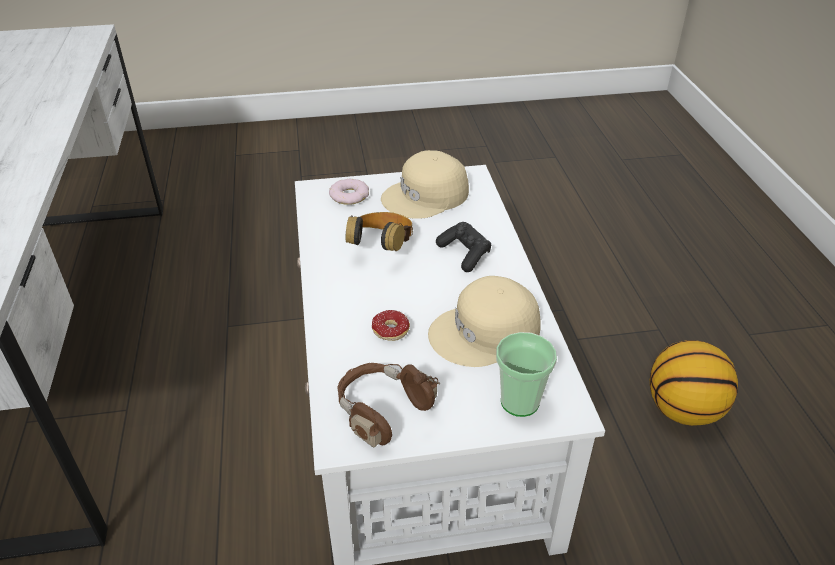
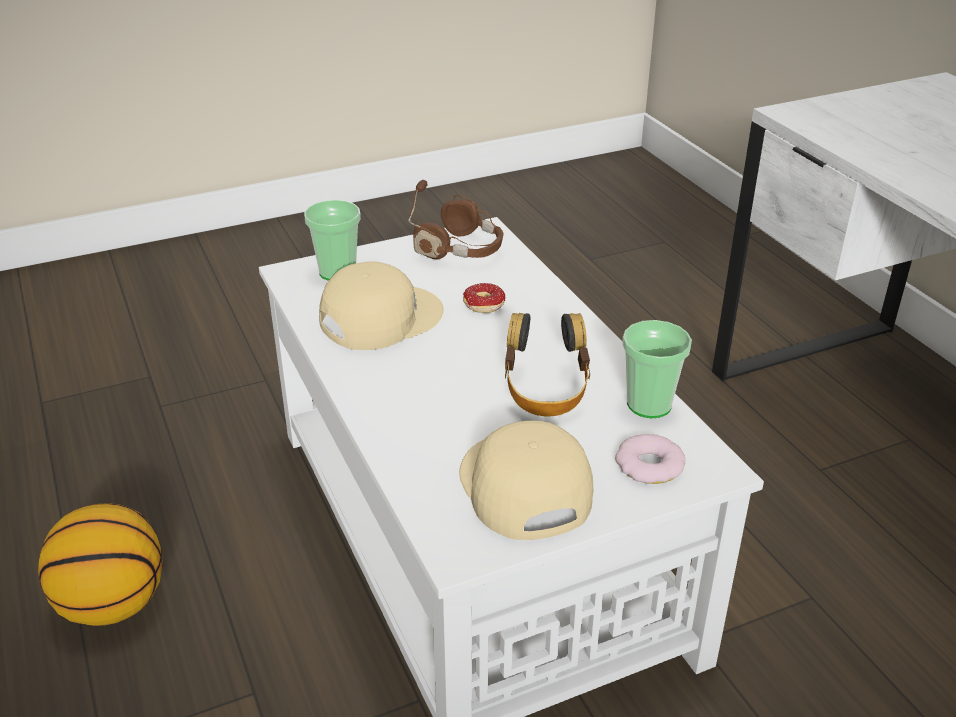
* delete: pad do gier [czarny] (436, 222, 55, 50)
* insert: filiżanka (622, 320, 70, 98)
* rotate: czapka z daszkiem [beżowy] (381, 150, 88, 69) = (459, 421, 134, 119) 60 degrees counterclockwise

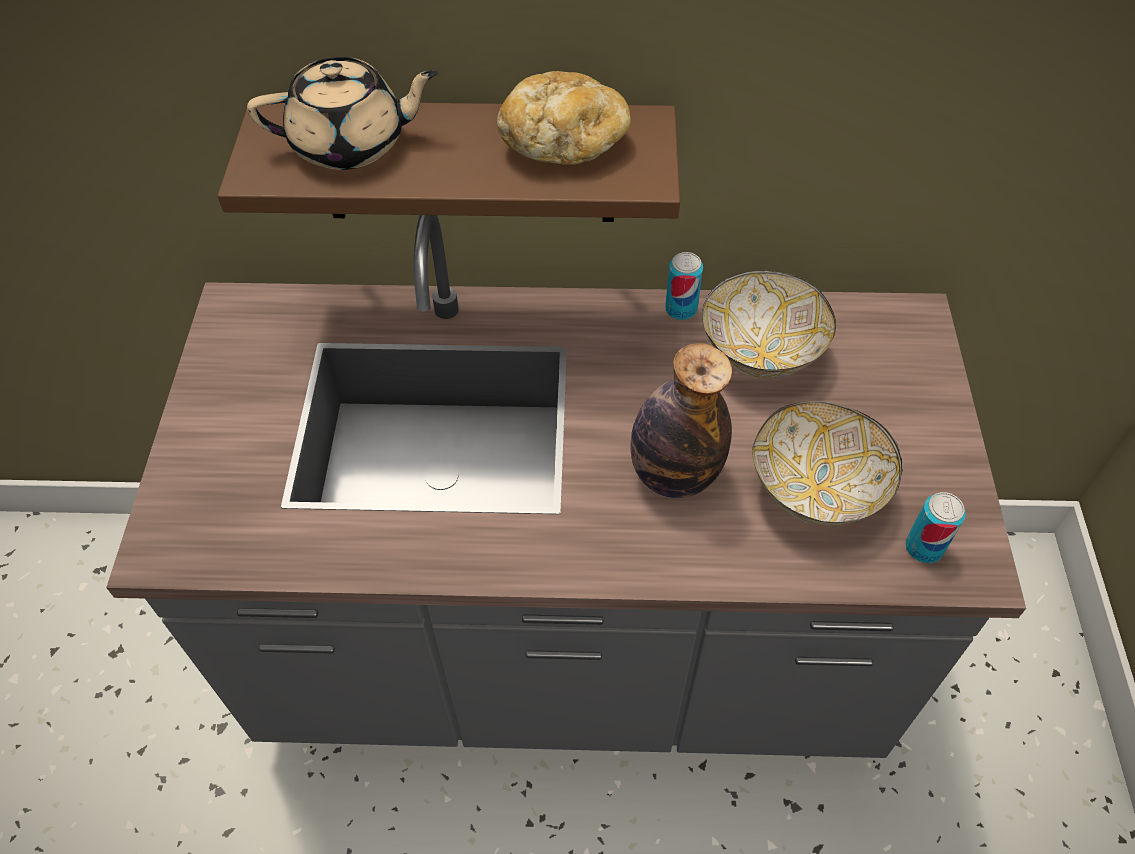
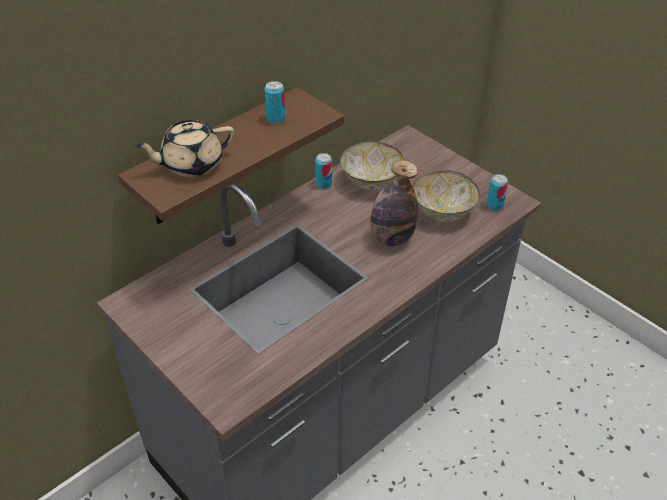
* replace: chleb (497, 71, 134, 94) to puszka (265, 81, 21, 43)
* rotate: imbryk [beżowy] (247, 57, 192, 113) = (135, 120, 100, 57) 150 degrees counterclockwise

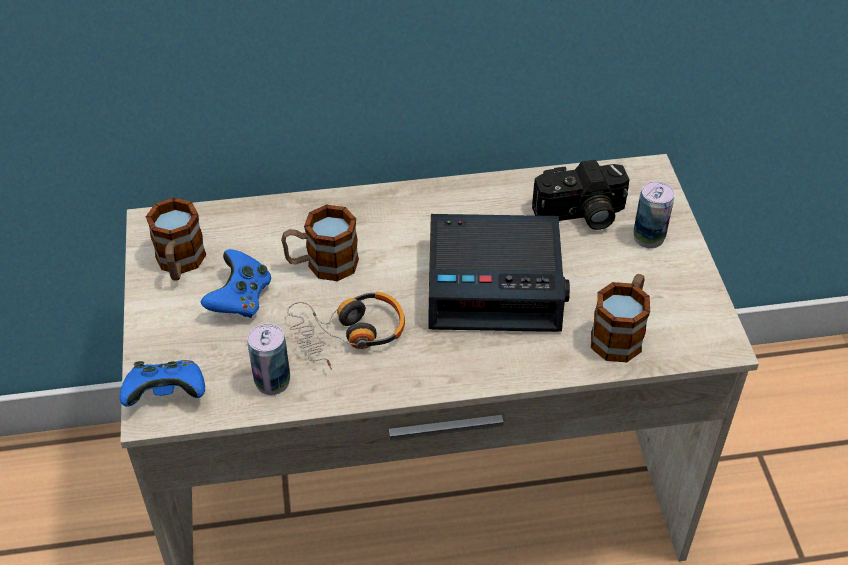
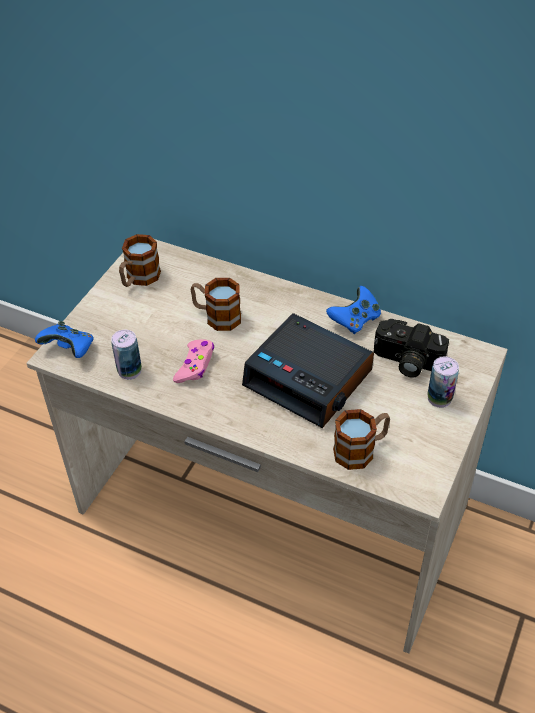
* move: pad do gier [niebieski] (201, 249, 70, 69) to (326, 286, 55, 48)
* replace: słuchawki (287, 292, 118, 78) to pad do gier [różowy] (173, 339, 41, 44)

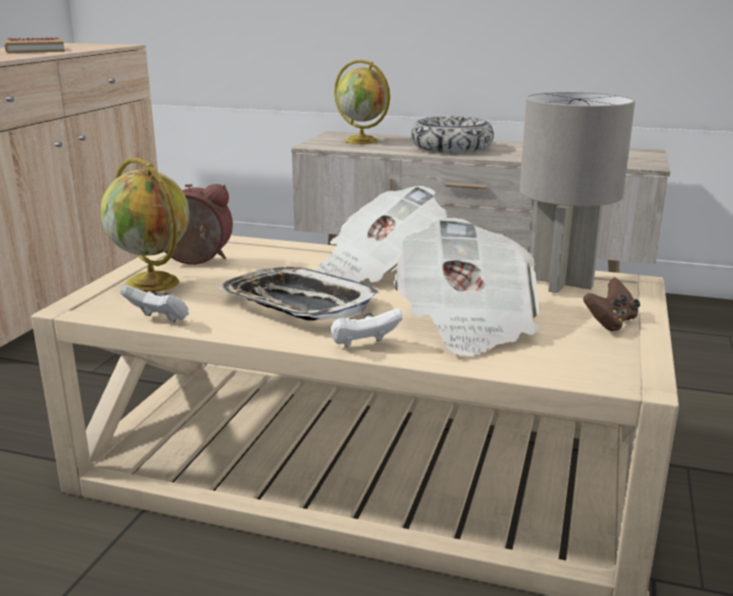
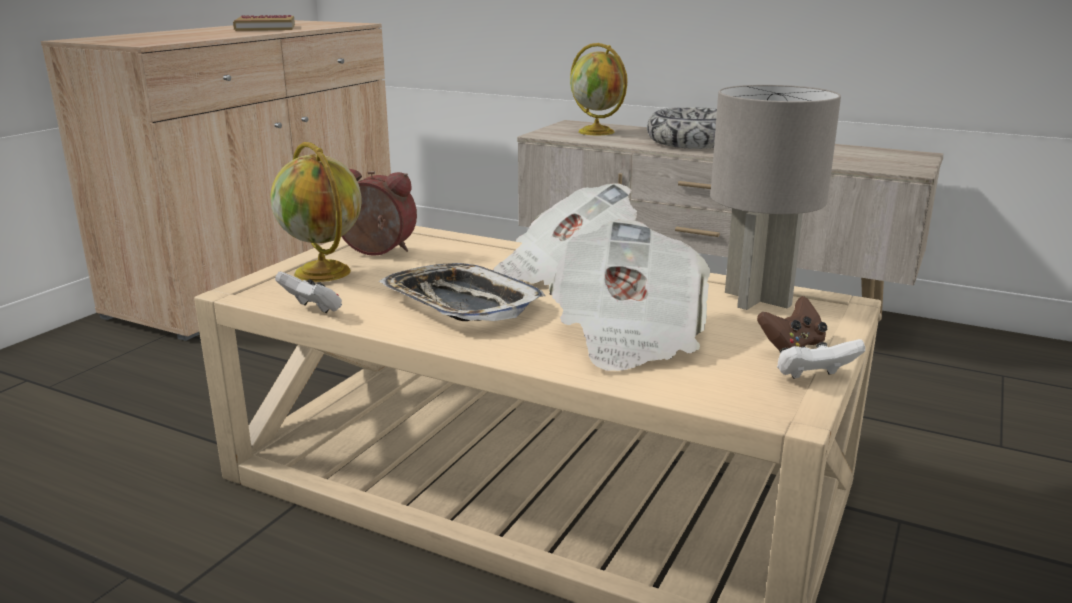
* move: pad do gier [biały] (331, 309, 72, 38) to (777, 339, 88, 40)

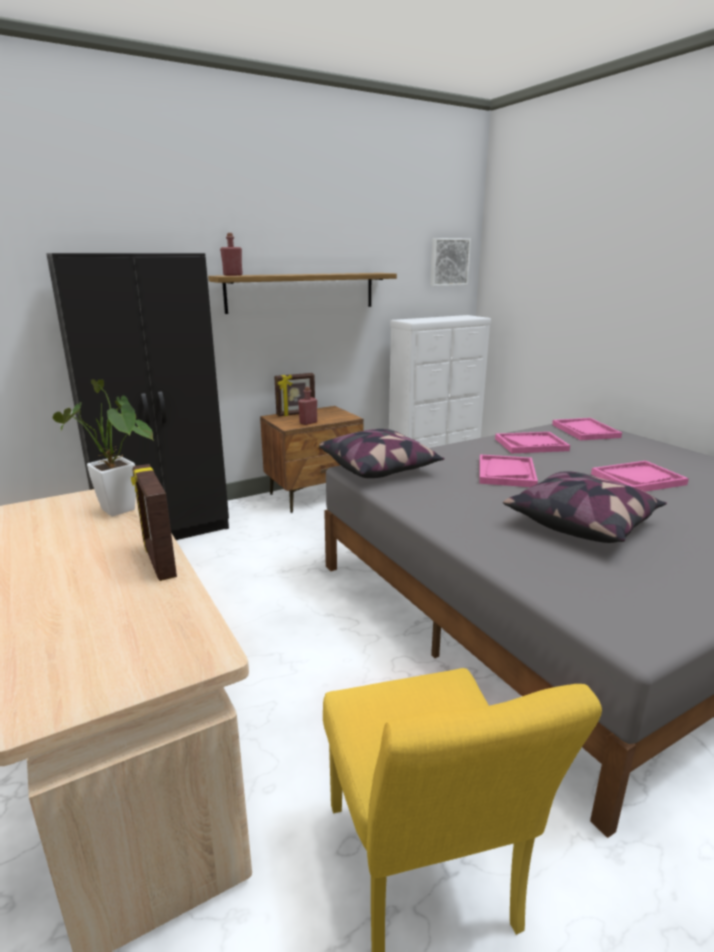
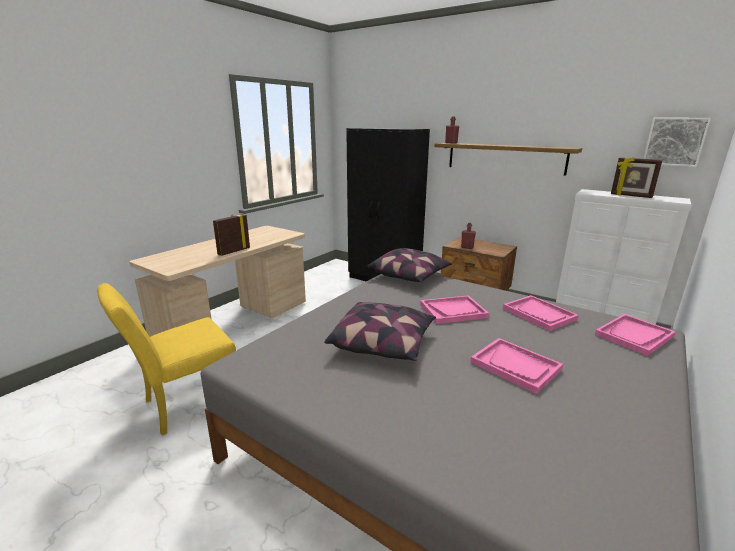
* delete: roślina doniczkowa (53, 379, 100, 137)
* move: ramka na zdjęcie (274, 373, 41, 43) to (611, 157, 51, 41)

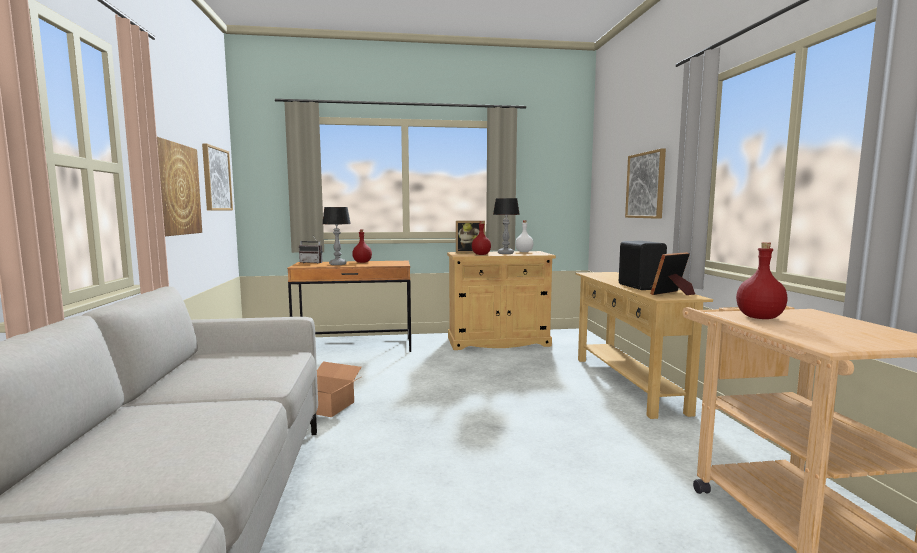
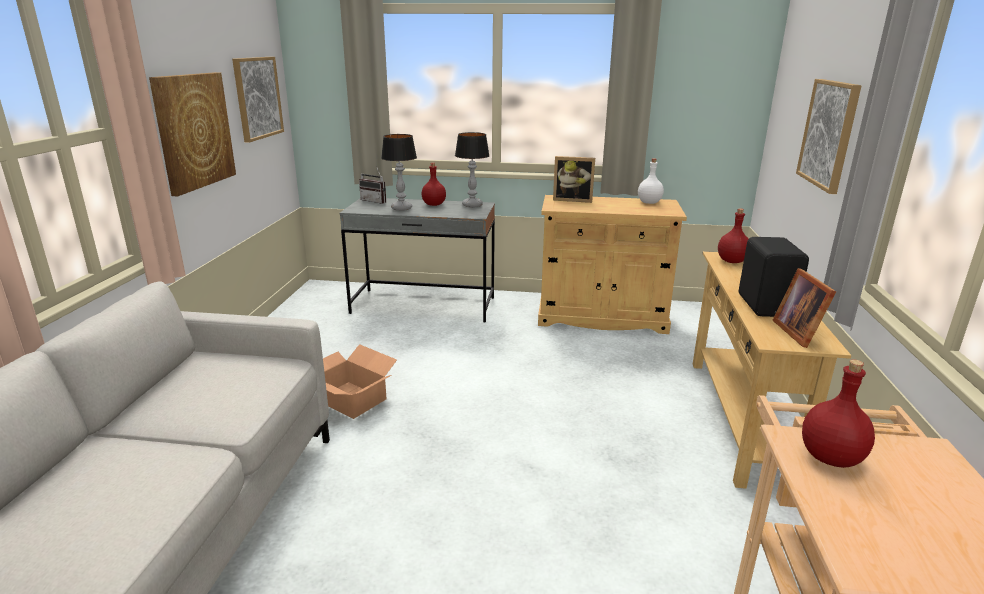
* move: butelka [czerwony] (472, 221, 19, 34) to (718, 208, 31, 55)
* move: lampa stołowa (493, 198, 27, 56) to (455, 132, 35, 76)
* recolor: biurko [brązowy] (287, 261, 124, 91) to biurko [szary] (340, 198, 155, 125)
* rotate: ramka na zdjęcie (650, 252, 45, 43) = (772, 268, 64, 80) 75 degrees counterclockwise

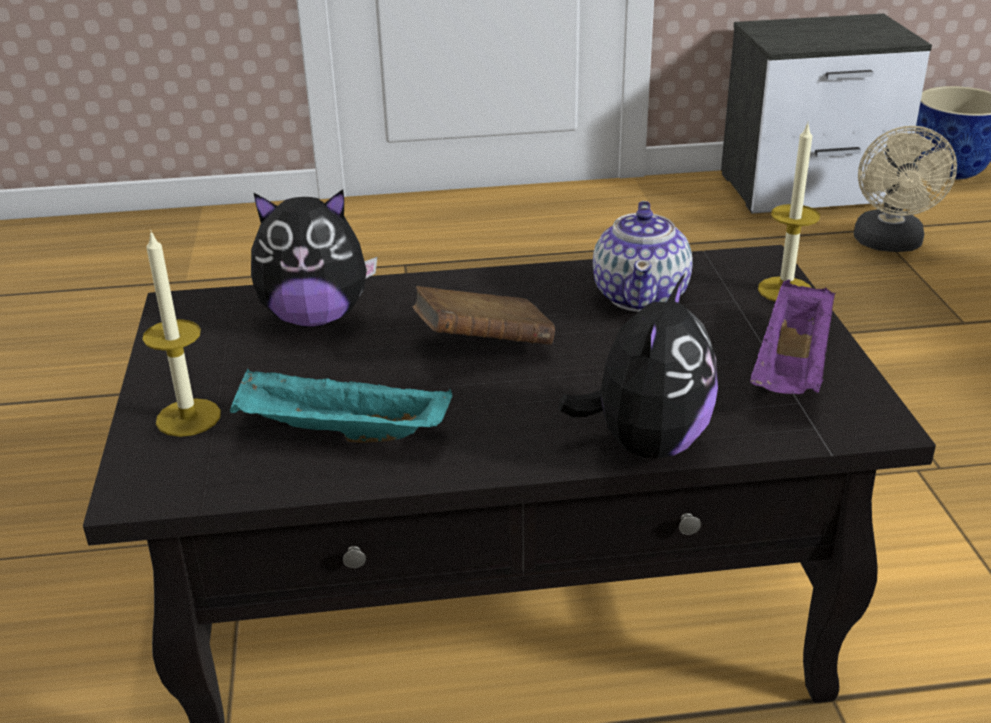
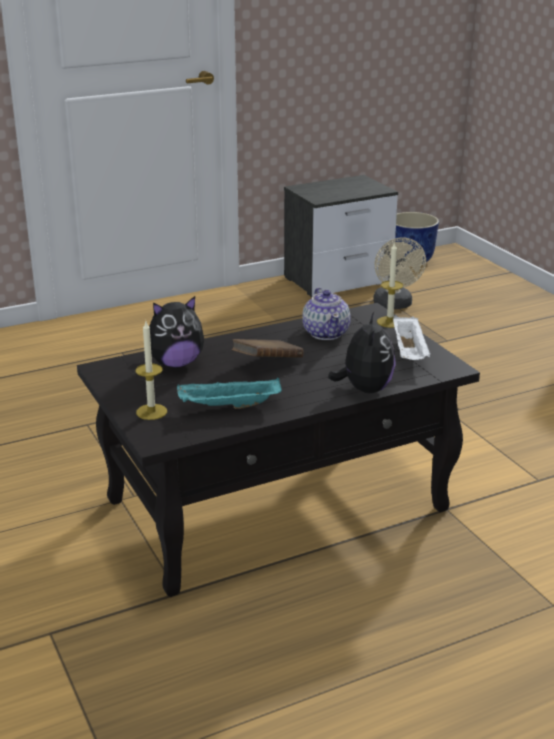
* recolor: taca [fioletowy] (750, 280, 85, 114) to taca [biały] (393, 315, 38, 45)

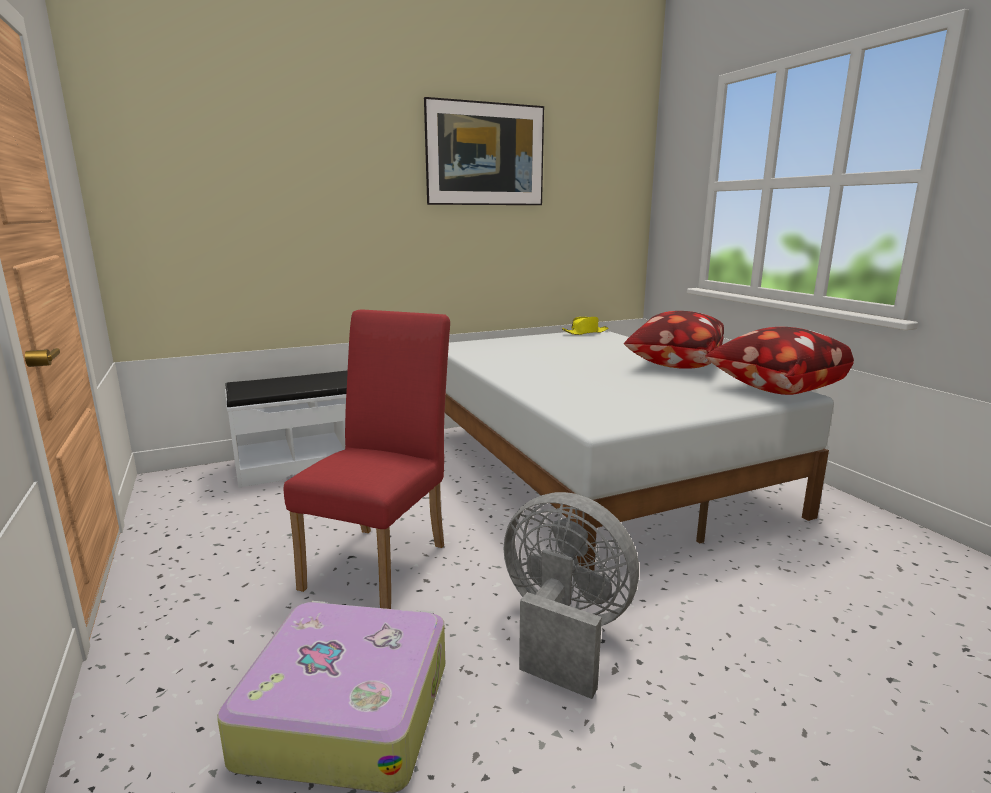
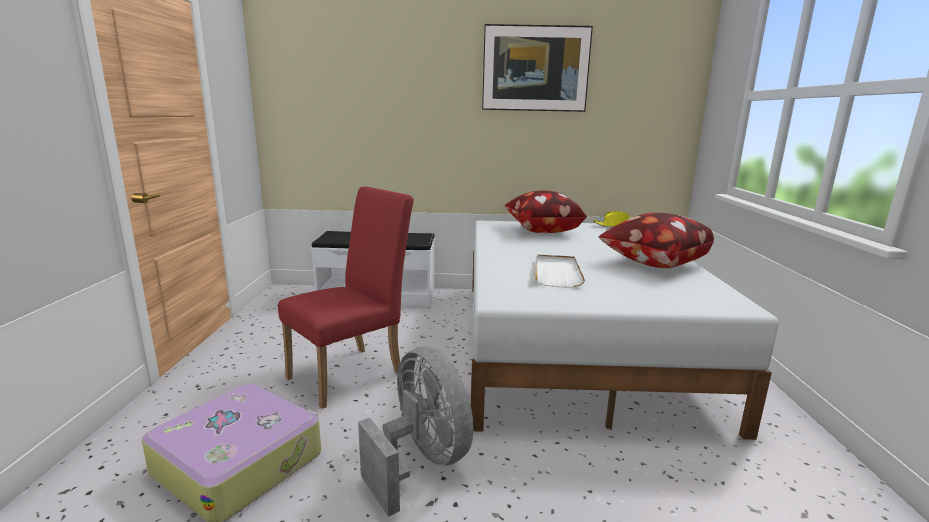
* insert: taca [biały] (534, 254, 51, 34)
* move: poduszka (705, 327, 149, 68) to (505, 191, 82, 42)

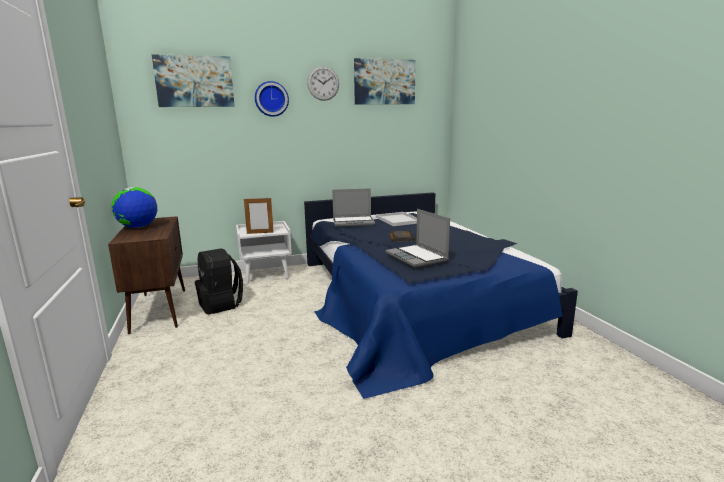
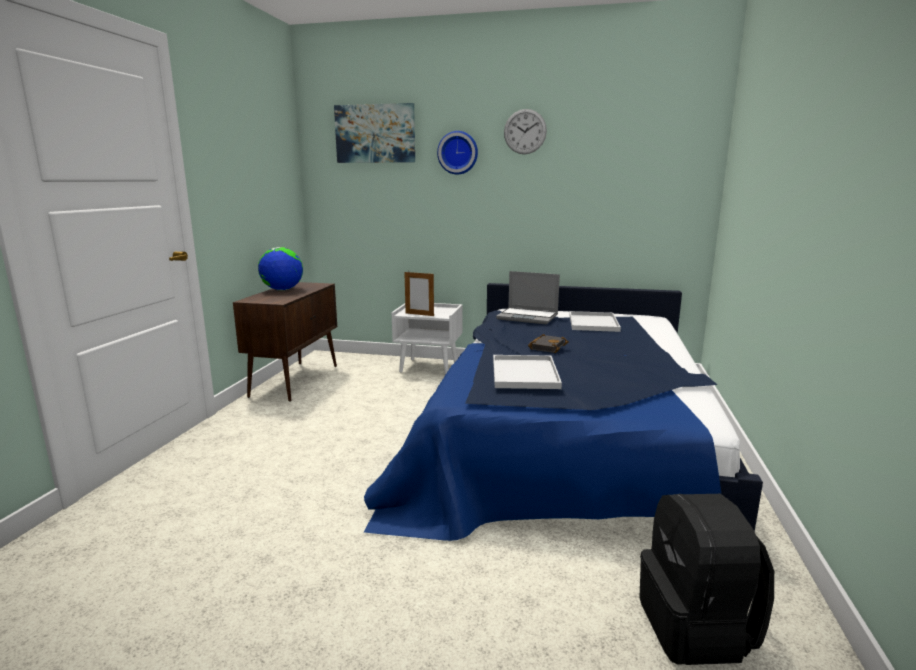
* delete: obraz (354, 58, 62, 47)
* move: plecak [czarny] (195, 248, 48, 66) to (639, 494, 135, 171)
* replace: laptop (385, 209, 65, 59) to taca [biały] (493, 355, 69, 34)

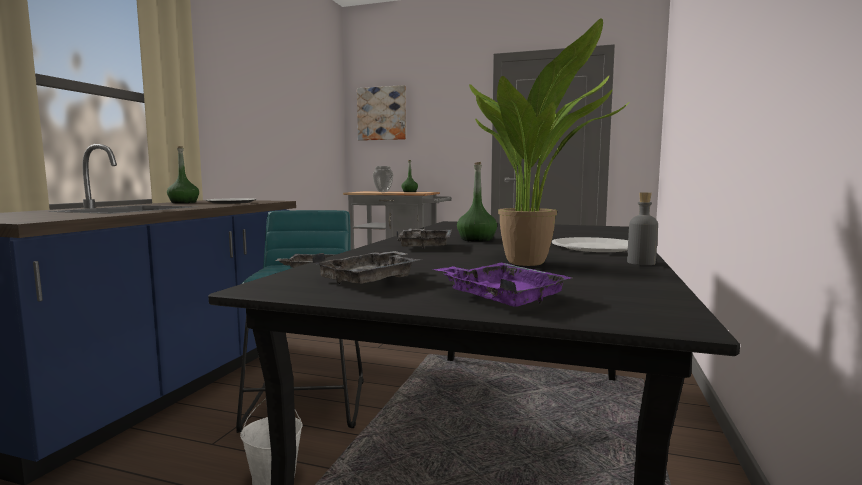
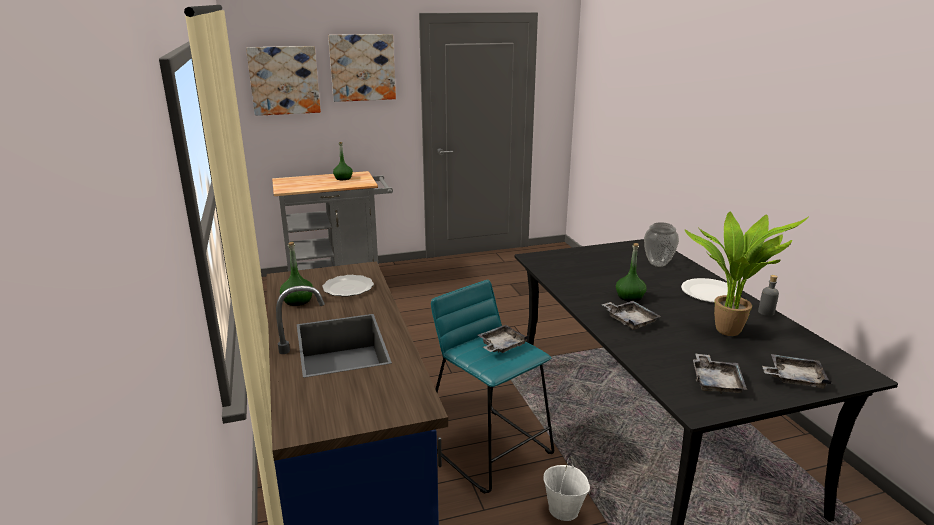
* insert: obraz (328, 34, 68, 68)
* move: wazon (373, 166, 20, 26) to (644, 222, 35, 45)
* recolor: taca [fioletowy] (433, 263, 139, 44) to taca [szary] (762, 354, 69, 34)

